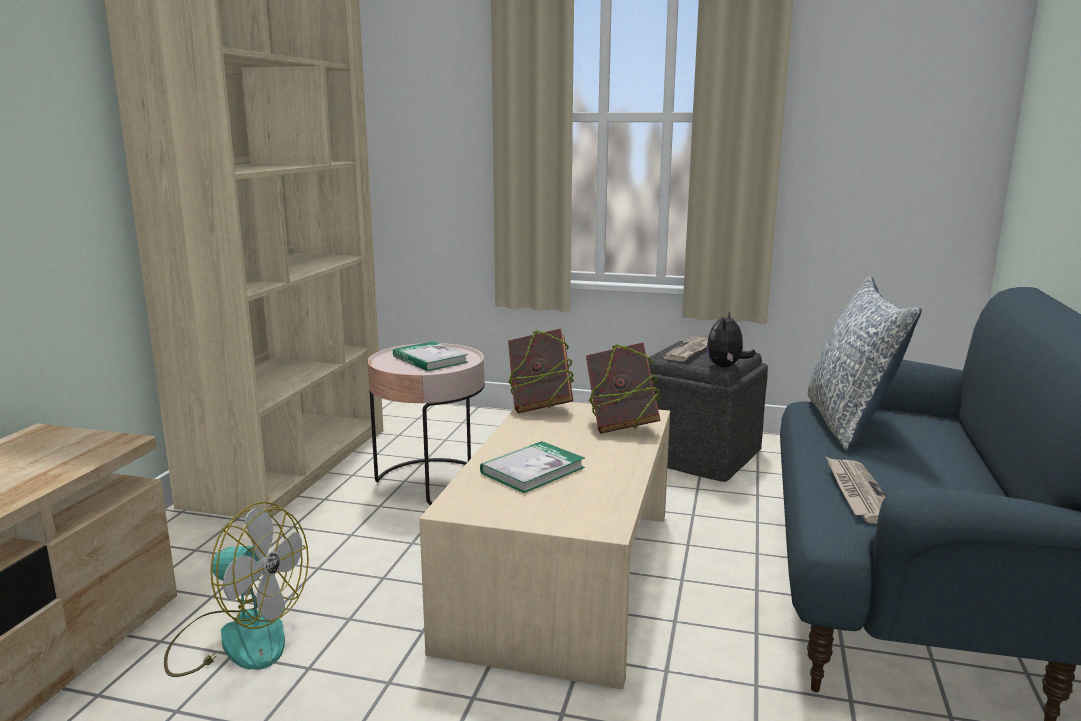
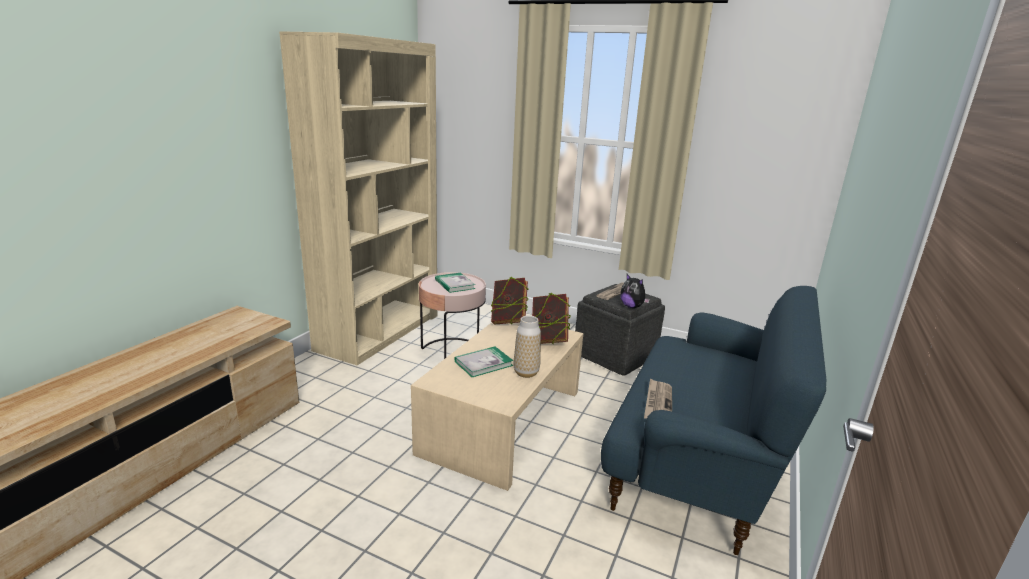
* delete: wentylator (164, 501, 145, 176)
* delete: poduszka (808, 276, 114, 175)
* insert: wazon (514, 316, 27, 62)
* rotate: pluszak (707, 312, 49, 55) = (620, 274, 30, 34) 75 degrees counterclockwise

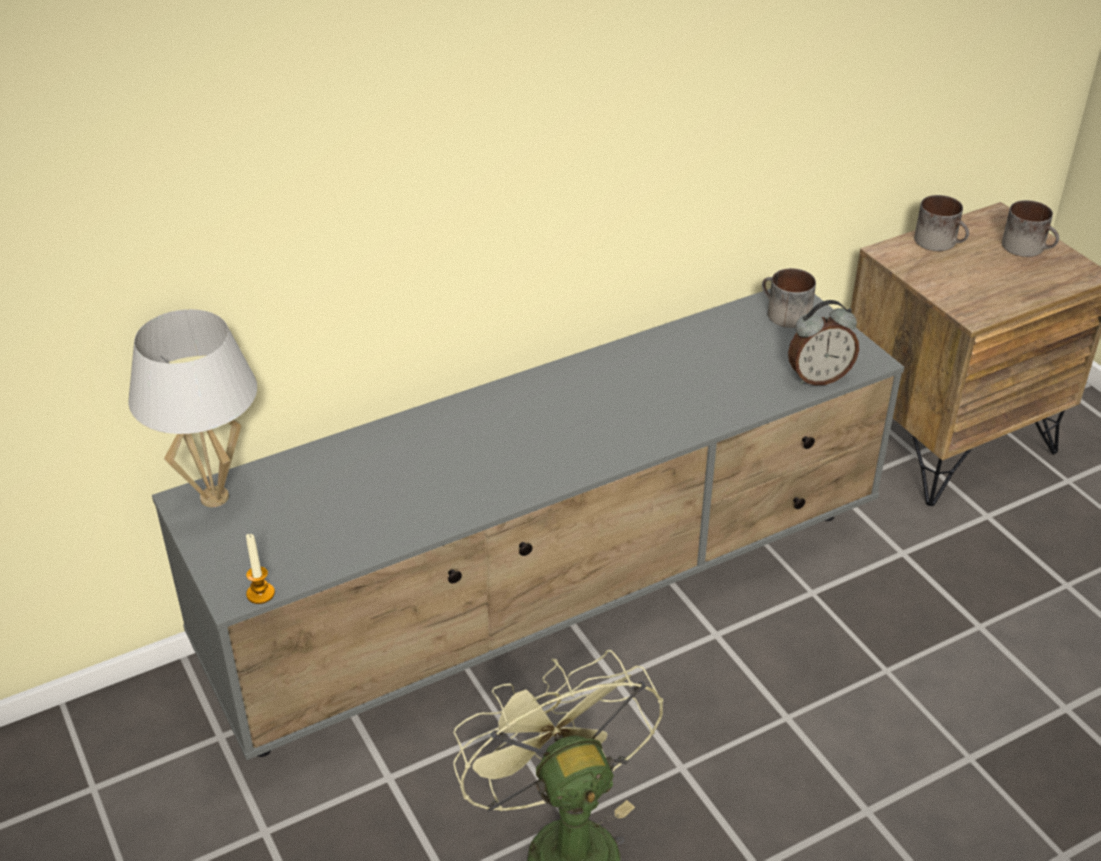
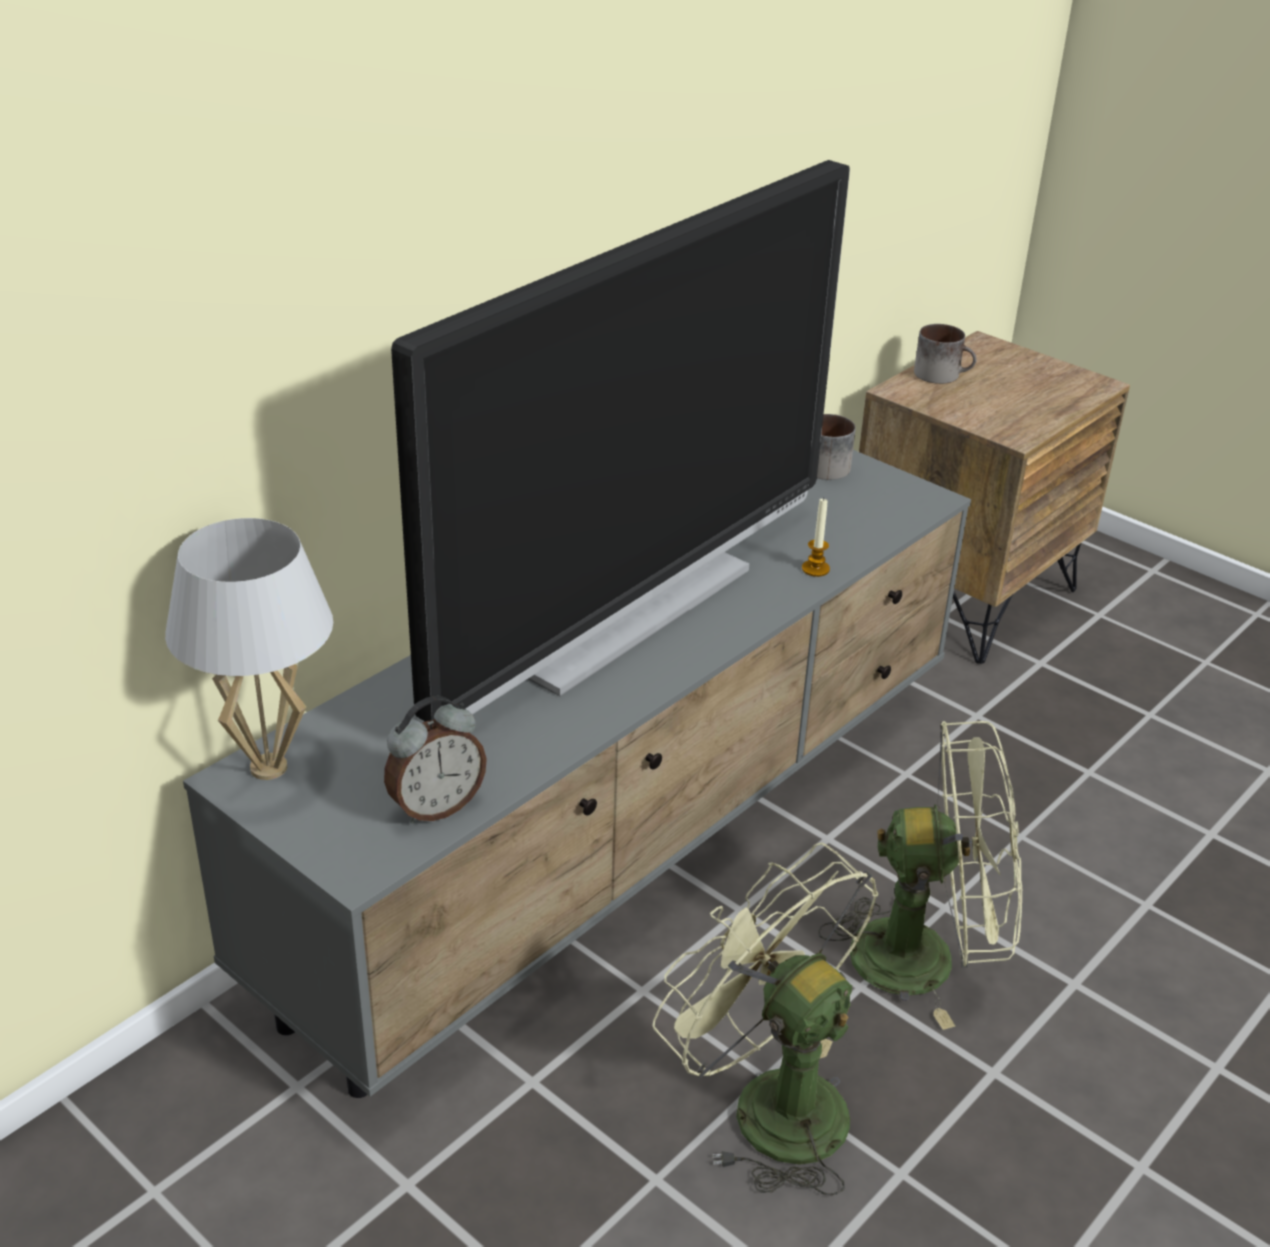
* delete: kubek (1002, 200, 57, 57)
* insert: telewizor (391, 160, 459, 561)
* insert: wentylator [zielony] (818, 721, 204, 309)
* move: świeca (246, 534, 29, 70) to (802, 497, 28, 80)
* move: budzik (788, 300, 71, 85) to (384, 696, 103, 128)

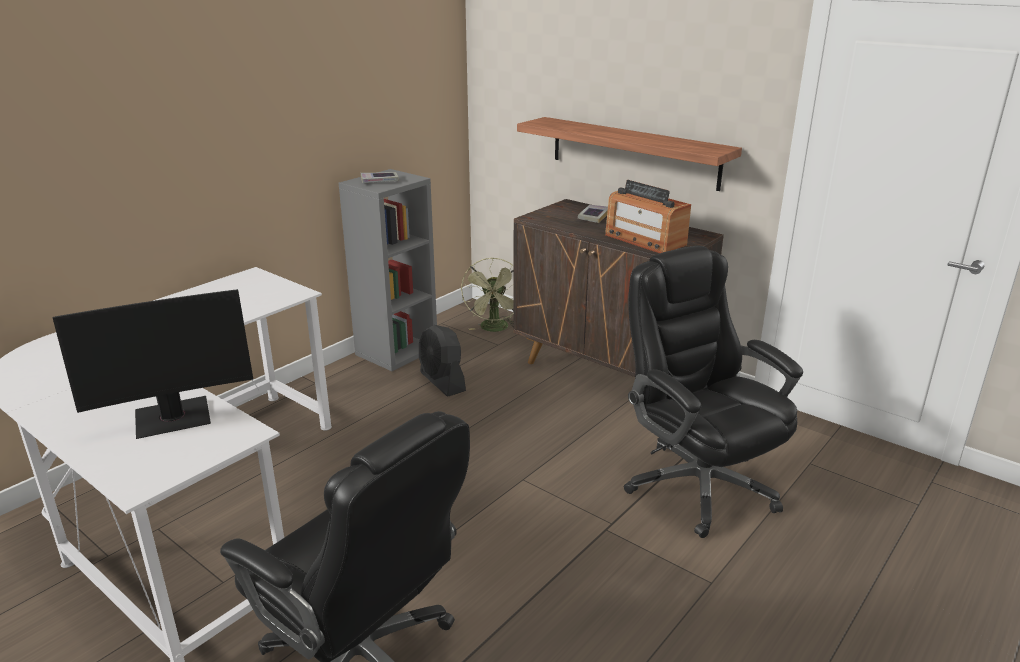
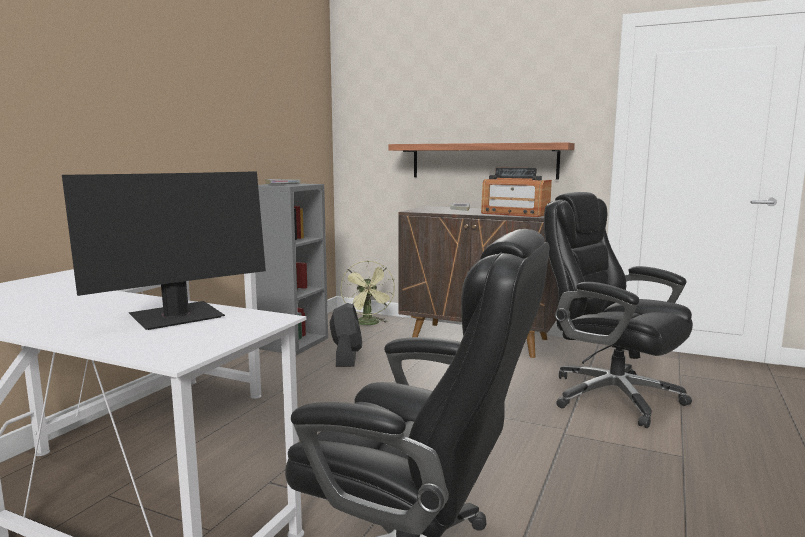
* rotate: wentylator [czarny] (419, 325, 47, 72) = (330, 303, 32, 64) 135 degrees counterclockwise

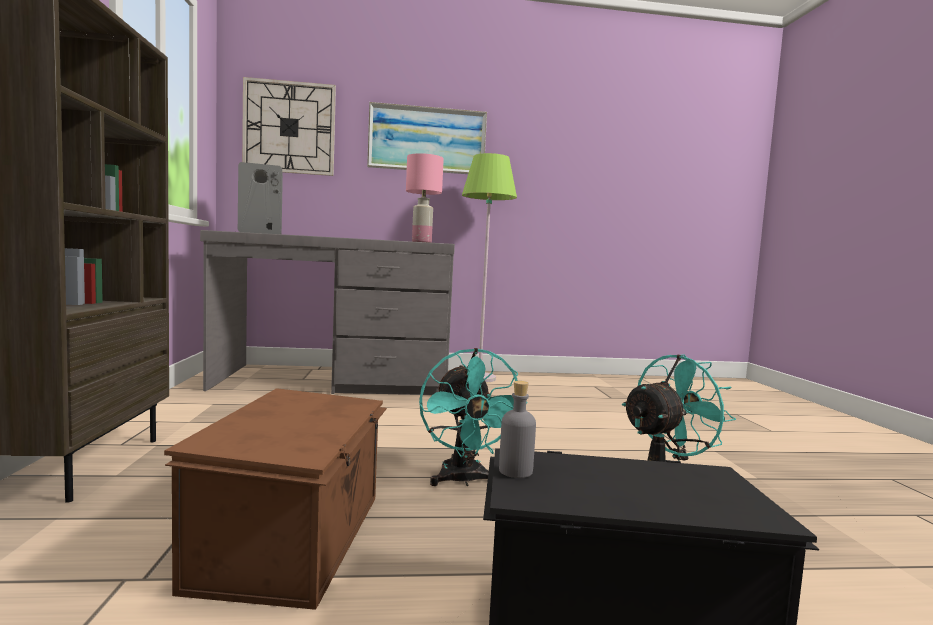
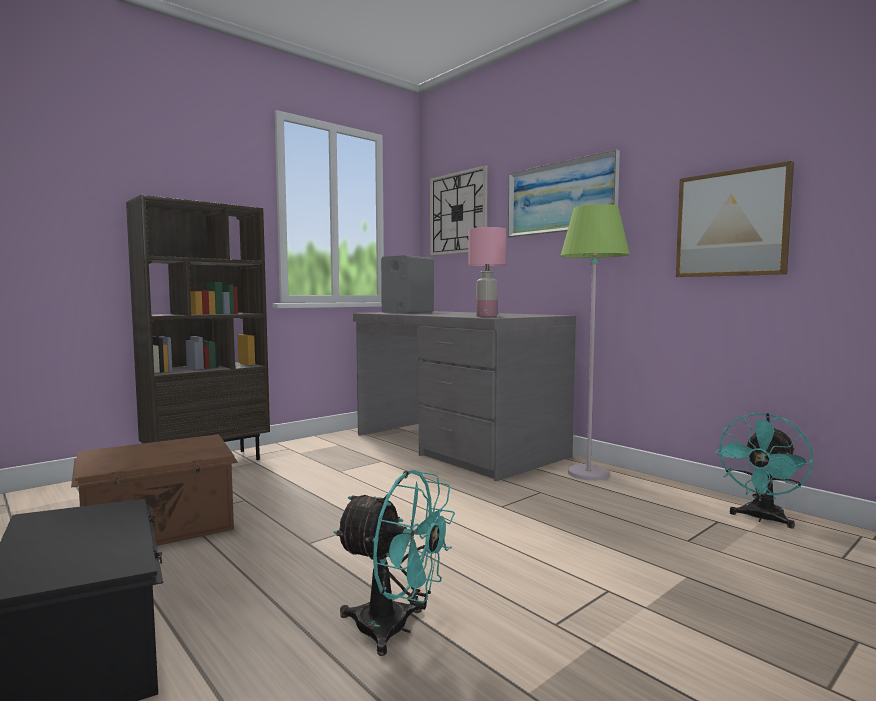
* delete: butelka [szary] (499, 381, 37, 97)
* insert: obraz (676, 161, 118, 116)
* move: wentylator [turkusowy] (419, 348, 109, 138) to (715, 413, 98, 116)

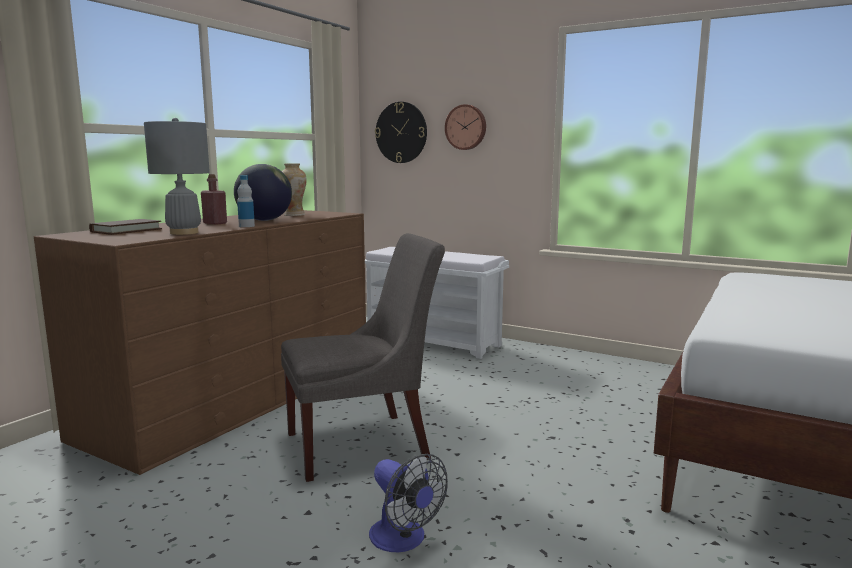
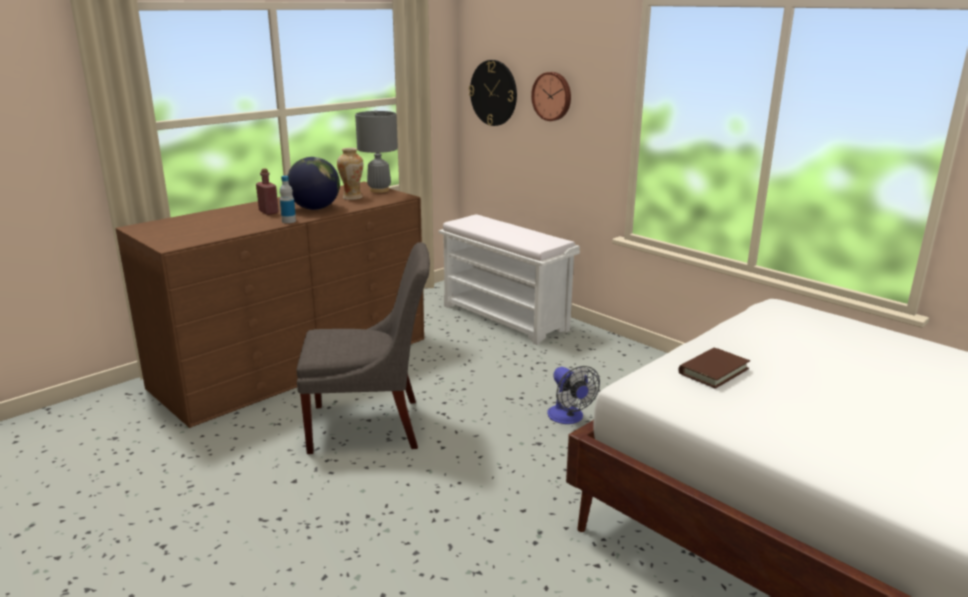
* move: książka [brązowy] (89, 219, 73, 16) to (678, 347, 72, 42)
* move: lampa stołowa [szary] (144, 118, 66, 117) to (355, 110, 43, 83)
* move: wentylator (369, 454, 79, 98) to (547, 366, 53, 58)

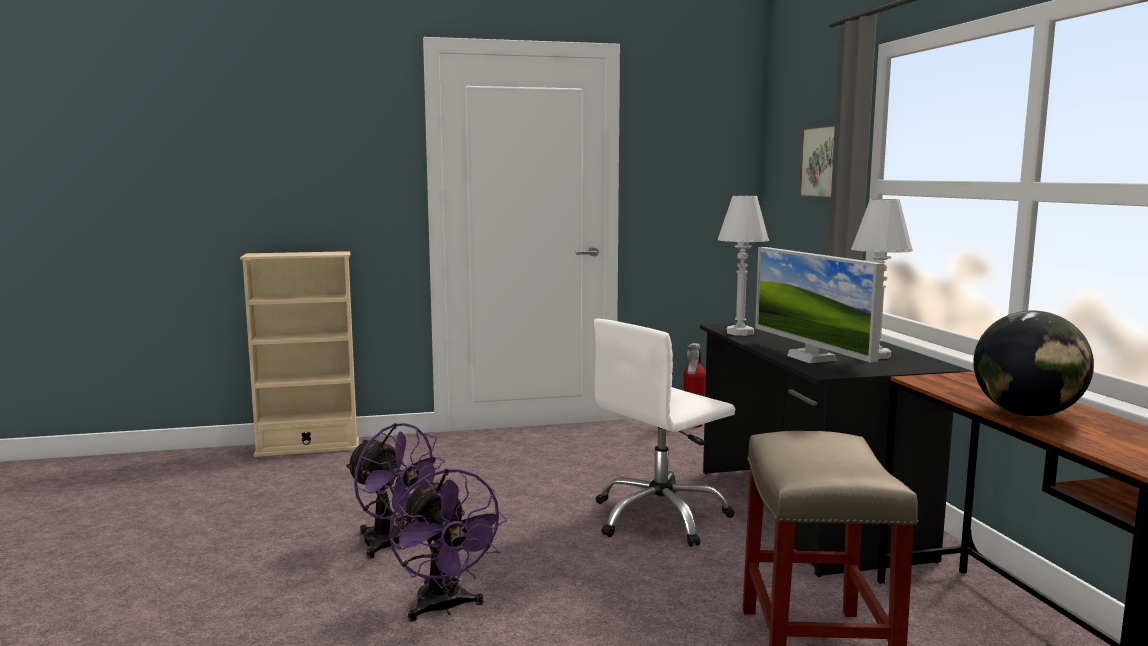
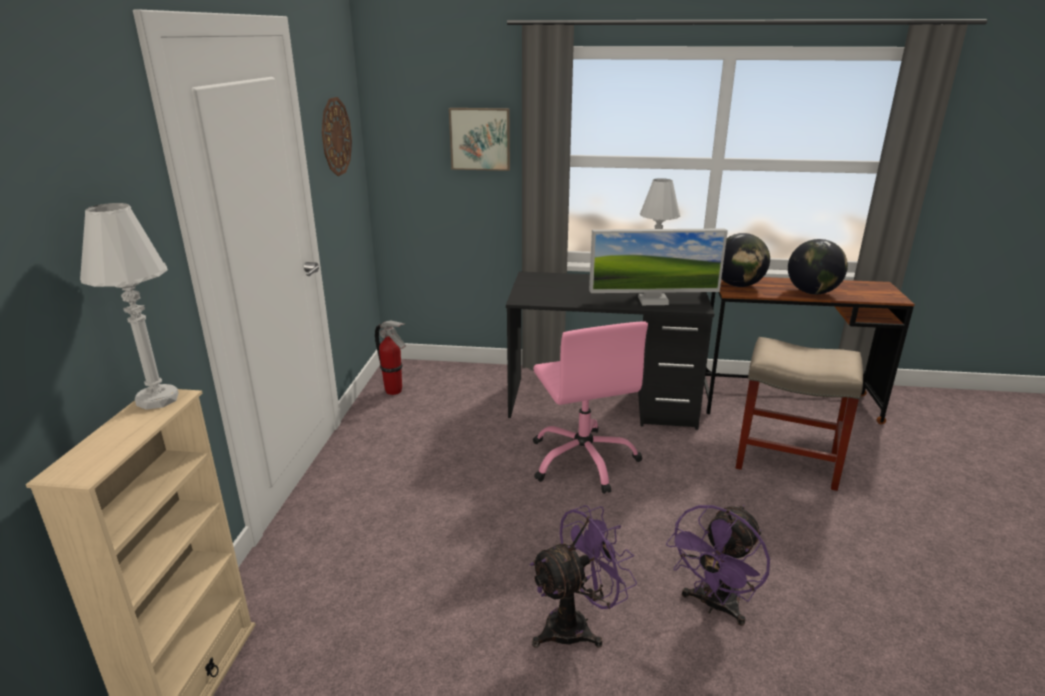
* insert: zegar ścienny (322, 97, 30, 79)
* insert: globus (721, 233, 49, 54)
* move: lampa stołowa [biały] (718, 196, 51, 140) to (80, 203, 99, 207)
* recolor: krzesło biurowe [biały] (594, 319, 141, 228) to krzesło biurowe [różowy] (533, 321, 115, 173)
* rotate: wentylator [fioletowy] (389, 468, 118, 153) = (666, 505, 104, 121) 135 degrees clockwise

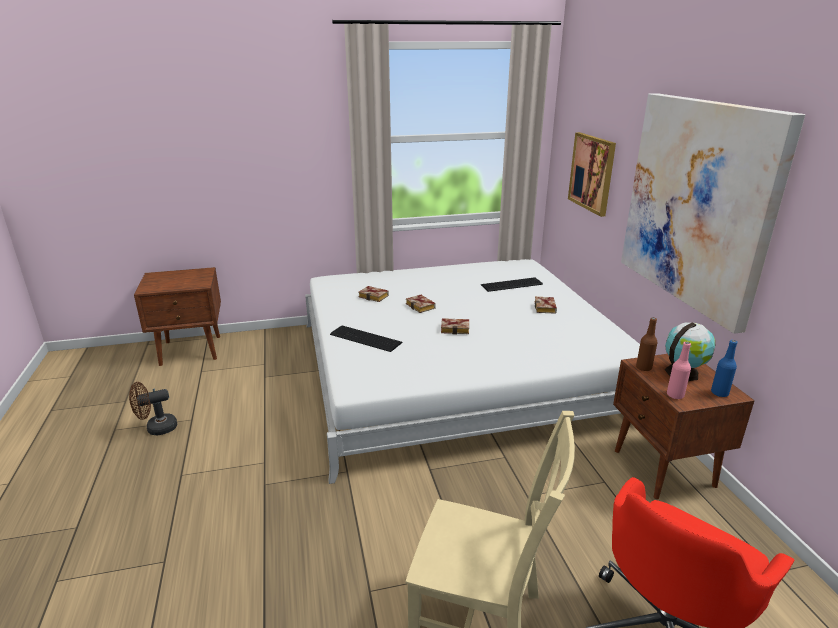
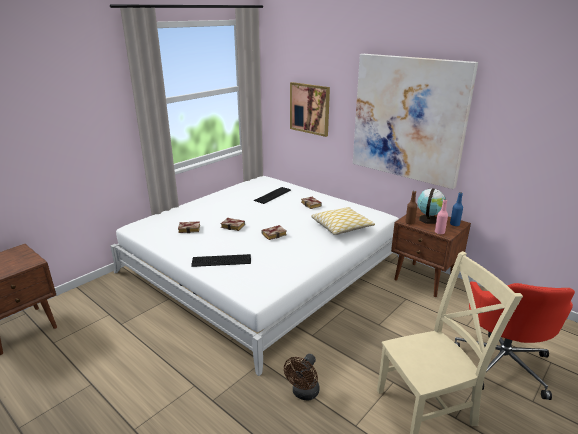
* insert: poduszka (311, 207, 64, 28)
* move: wentylator [brązowy] (129, 382, 48, 53) to (284, 354, 35, 47)

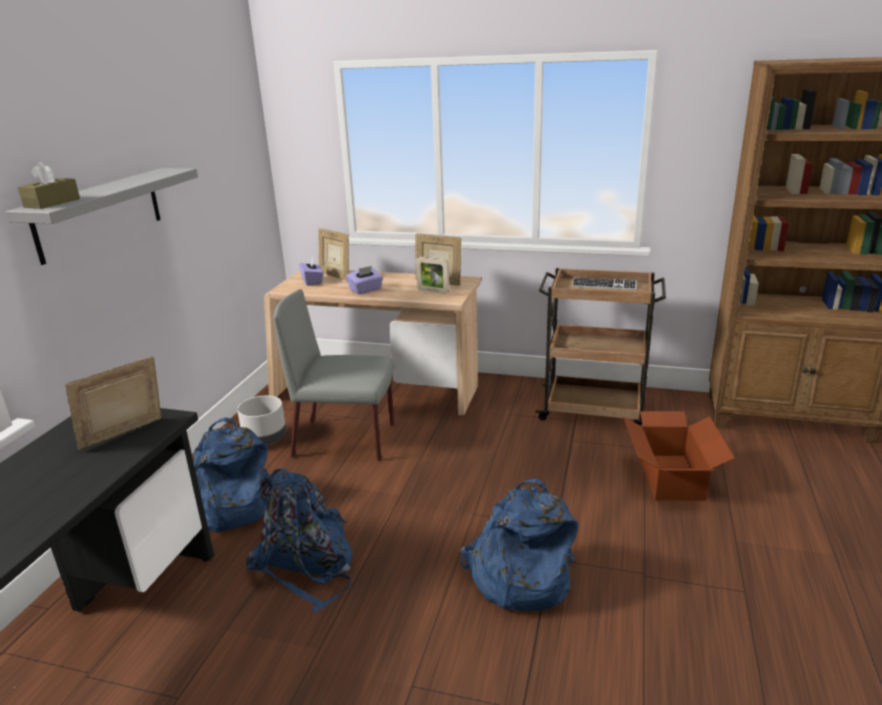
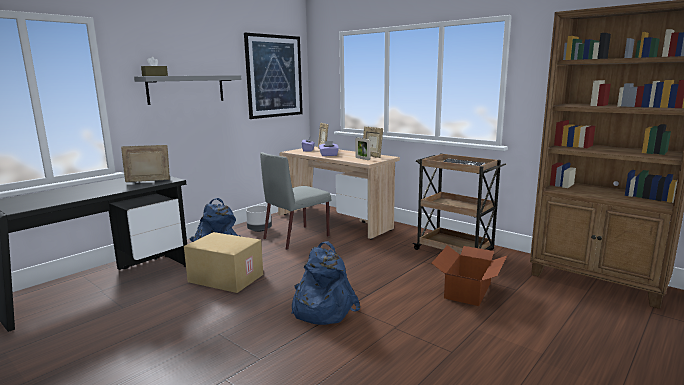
* insert: obraz (244, 32, 59, 87)
* replace: plecak [niebieski] (246, 468, 106, 145) to karton (184, 232, 79, 61)
* rotate: krzesło [szary] (273, 289, 121, 172) = (260, 152, 71, 98) 75 degrees counterclockwise

